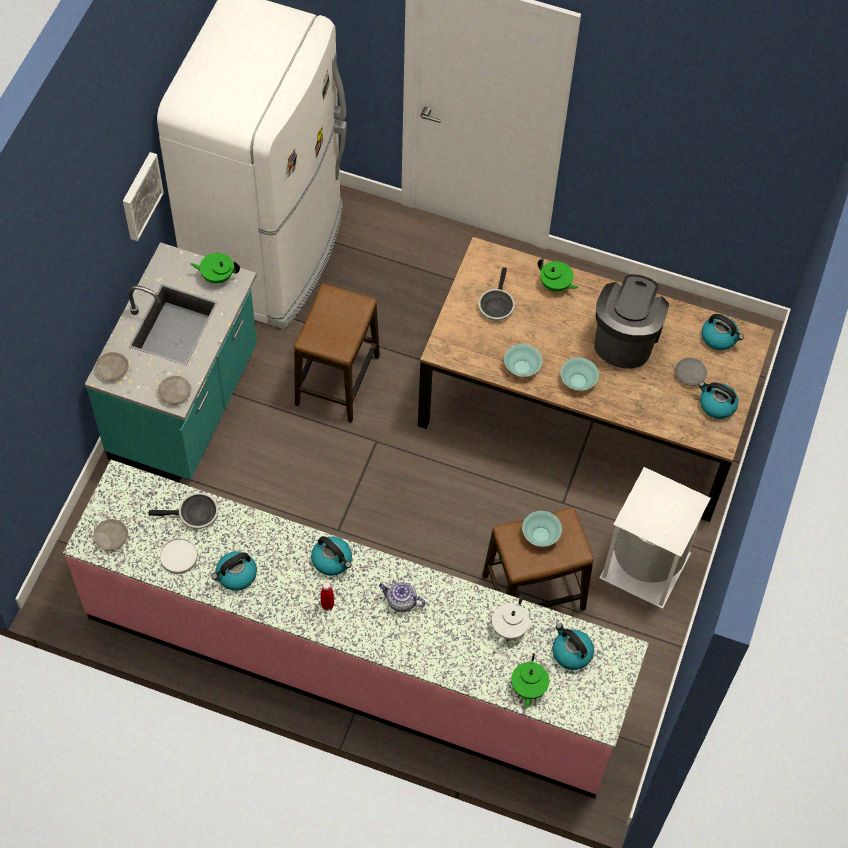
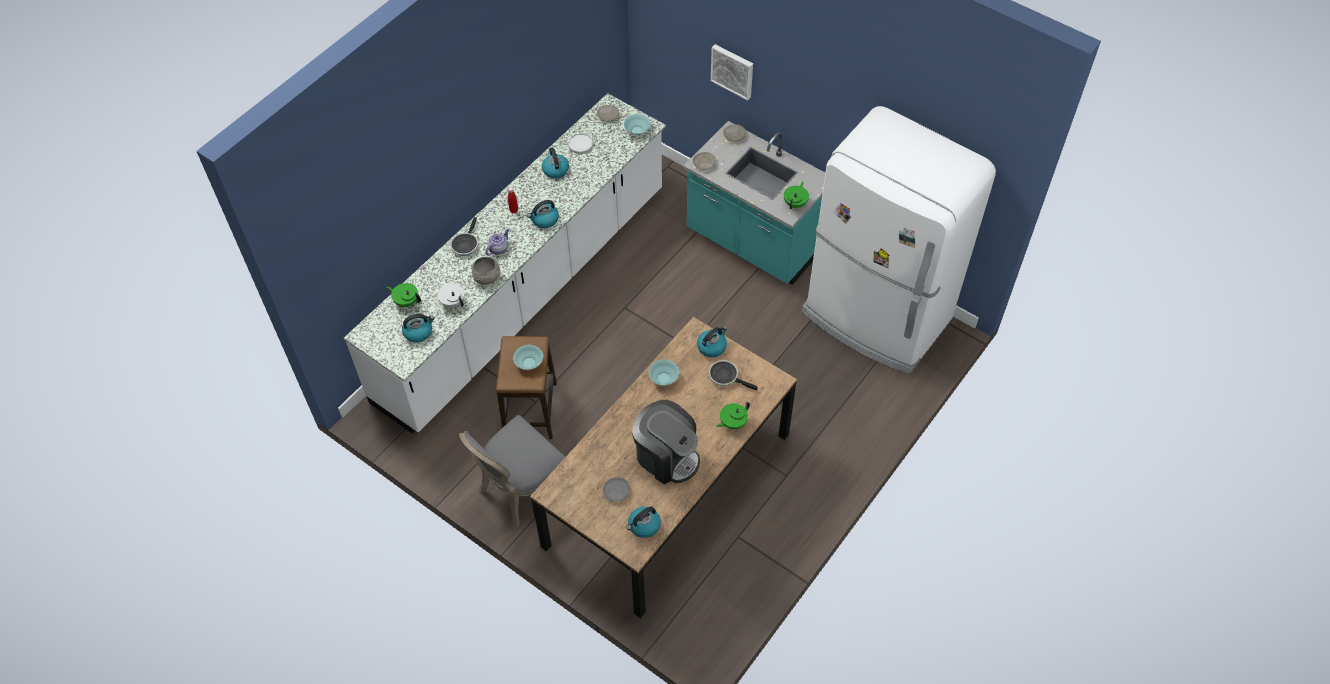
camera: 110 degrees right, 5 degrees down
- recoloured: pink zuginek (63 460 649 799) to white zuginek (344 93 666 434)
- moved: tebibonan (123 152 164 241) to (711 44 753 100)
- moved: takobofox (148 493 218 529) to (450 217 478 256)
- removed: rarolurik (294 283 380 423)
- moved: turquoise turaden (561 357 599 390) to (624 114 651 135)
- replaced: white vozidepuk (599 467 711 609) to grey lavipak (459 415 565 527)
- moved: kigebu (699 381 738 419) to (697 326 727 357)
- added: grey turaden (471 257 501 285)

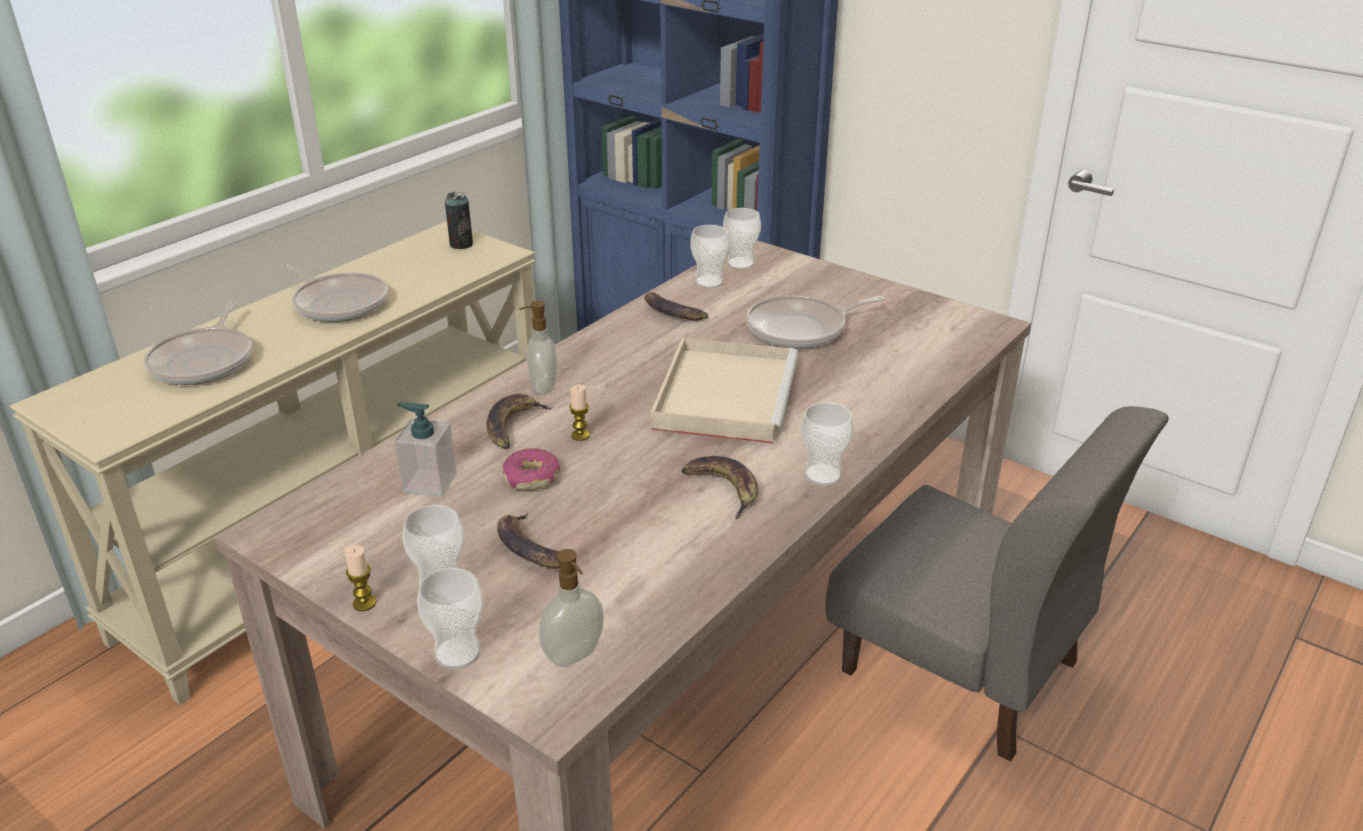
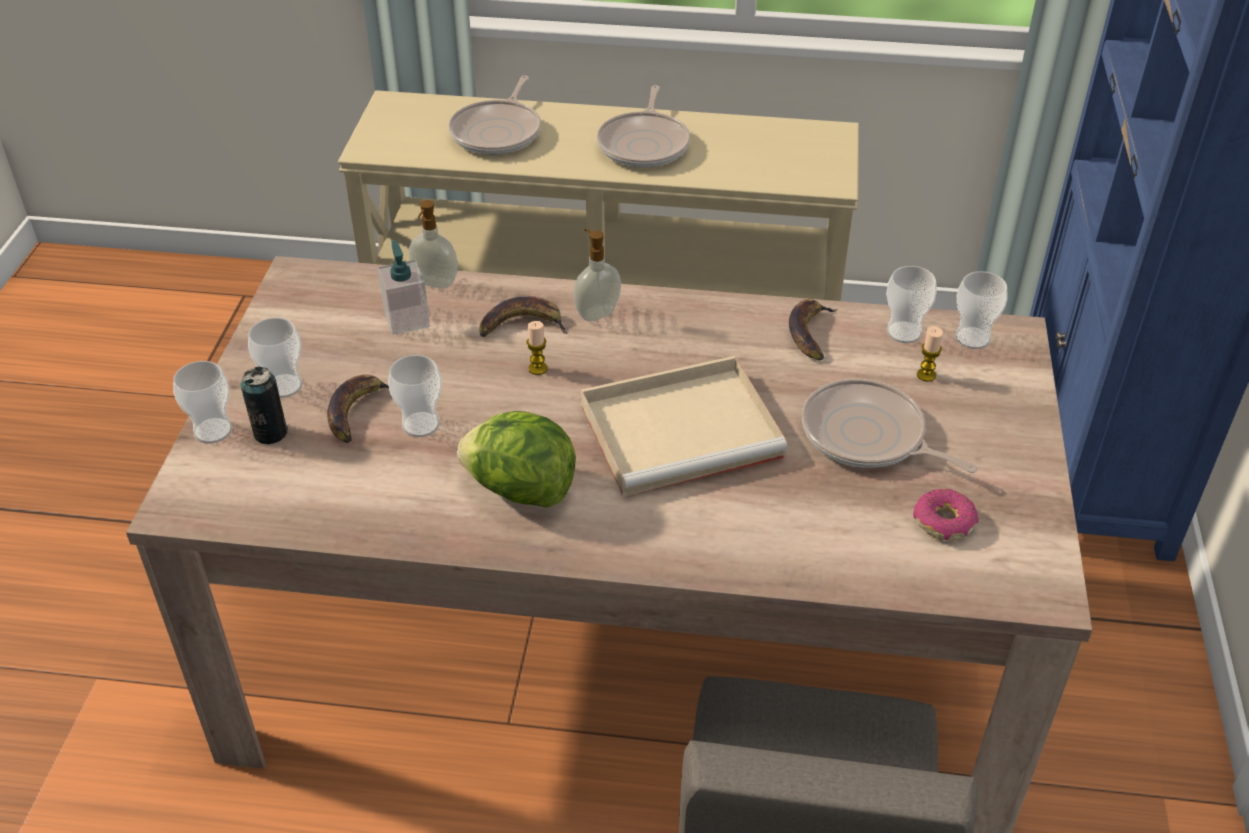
camera: 60 degrees right, 10 degrees up
- turned: takobofox (143 301 252 385) = (448 75 541 155) 45 degrees counterclockwise
- moved: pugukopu (344 545 376 611) to (917 326 943 382)
- moved: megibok (445 192 473 249) to (241 367 288 444)
- moved: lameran (502 448 561 490) to (913 489 979 540)
- moved: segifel (539 549 604 667) to (409 200 458 288)
- replaced: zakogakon (681 456 758 519) to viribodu (457 411 576 508)
- moved: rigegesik (801 402 854 486) to (388 355 442 437)

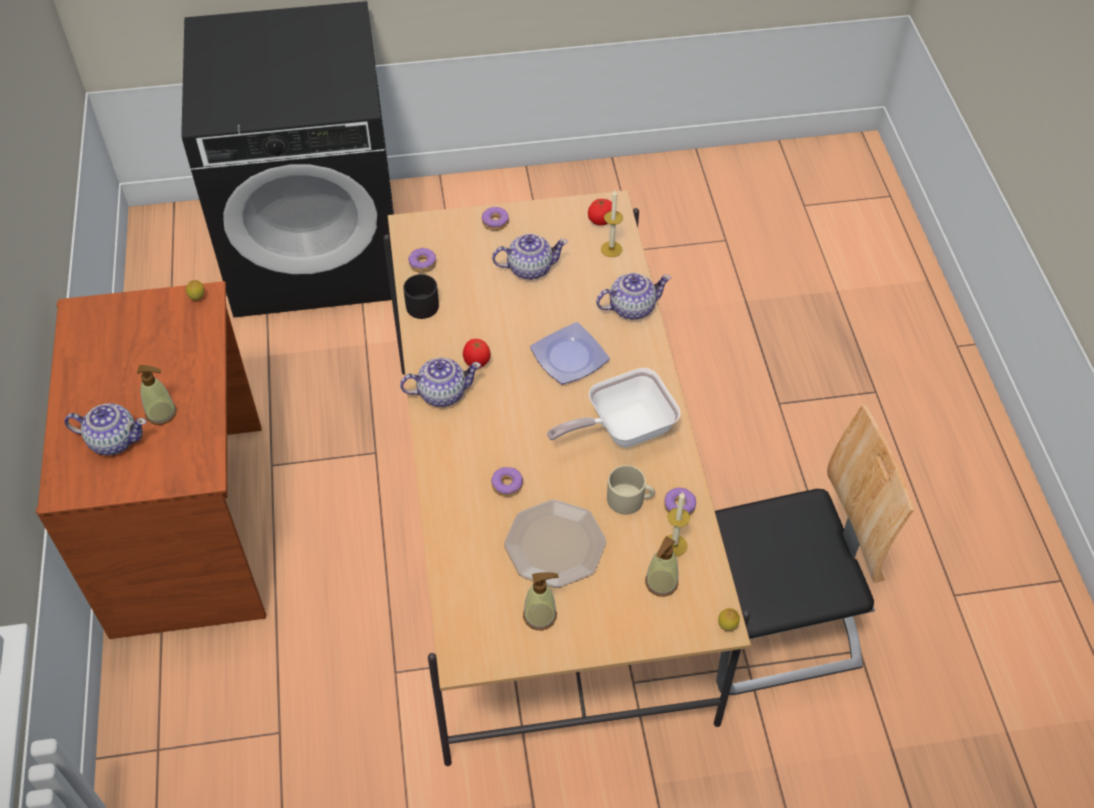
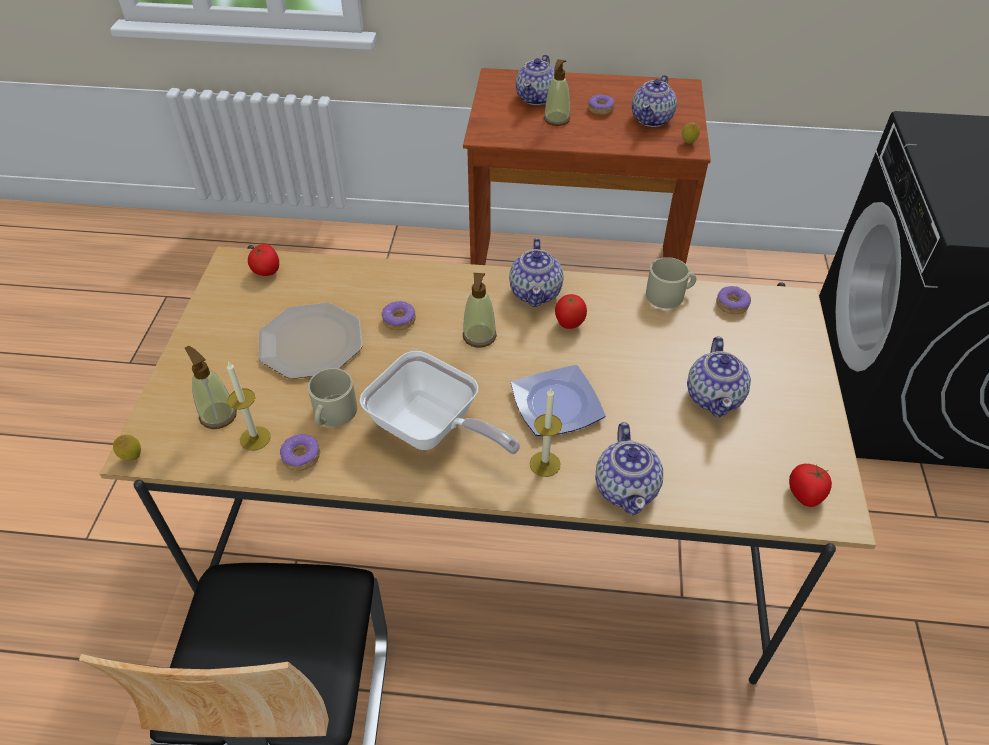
camera: 105 degrees right, 5 degrees down
- recoloured: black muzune (403 274 439 319) to beige muzune (646 257 696 309)
- moved: lameran (482 207 509 231) to (588 95 614 115)
- moved: segifel (523 572 559 630) to (463 273 497 348)
- turned: takobofox (547 368 681 447) = (360 351 520 454) 135 degrees clockwise
- moved: pugukopu (601 190 623 257) to (530 388 562 477)
- added: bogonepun (248 244 279 276)
- added: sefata (632 75 677 127)

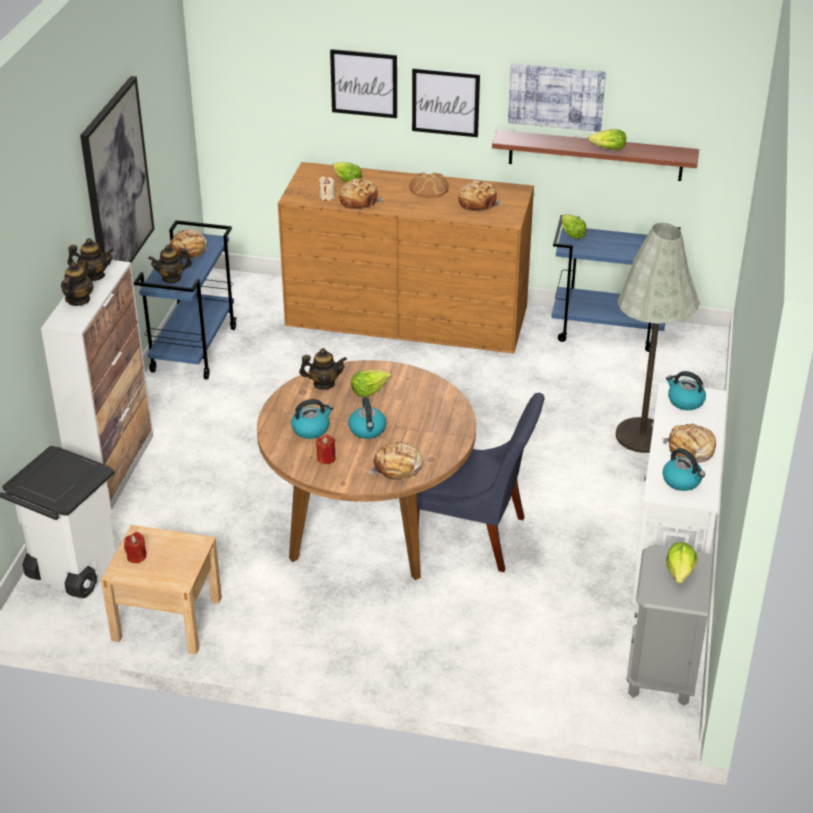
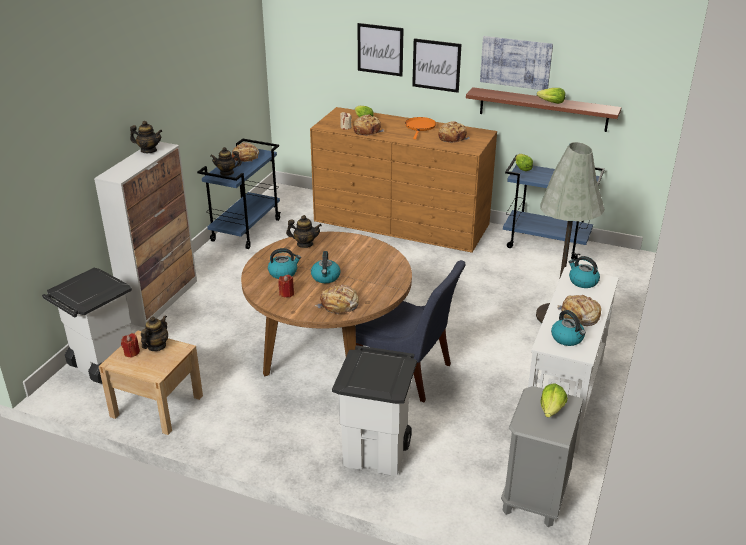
camera: 10 degrees right, 5 degrees down
- moved: sefata (61 261 93 306) to (141 315 168 351)
- removed: tebibonan (80 76 154 263)
- removed: viribodu (351 370 391 397)
- replaced: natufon (409 172 449 198) to orange takobofox (405 117 436 139)
- added: white vozidepuk (332 345 417 475)

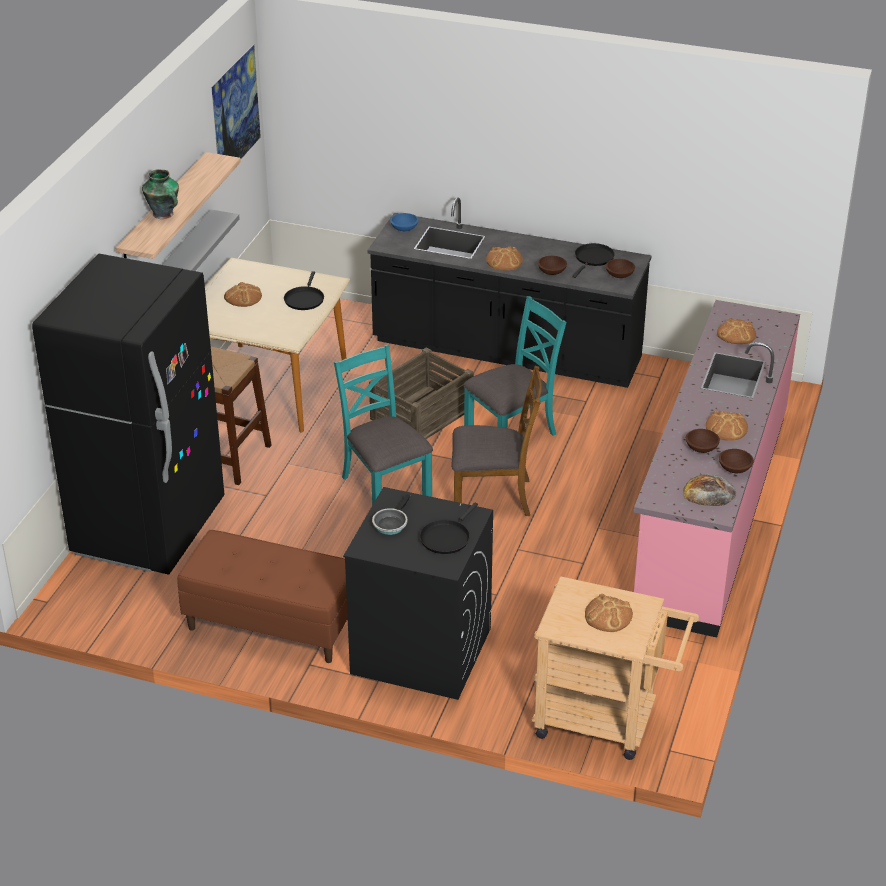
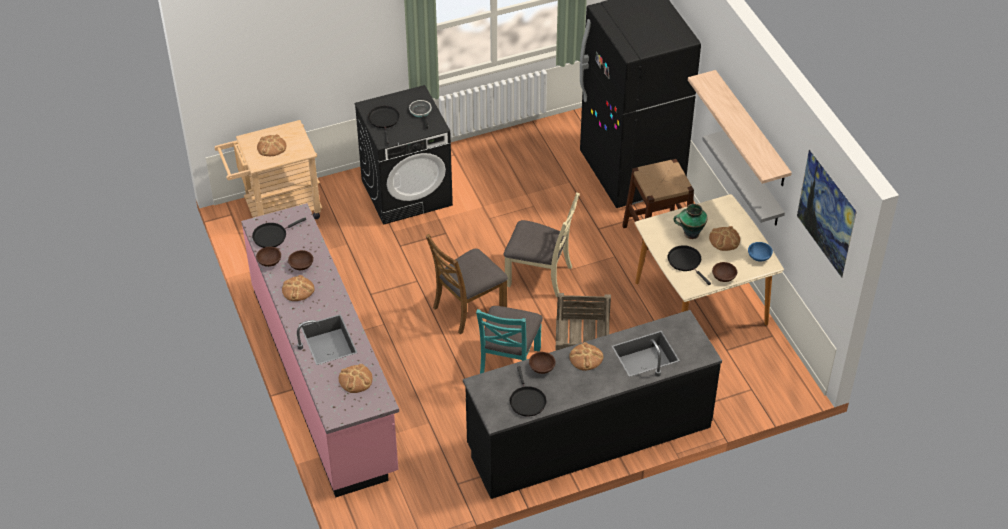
camera: 140 degrees right, 10 degrees up
- moved: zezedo (142 169 179 219) to (673 204 708 239)
- removed: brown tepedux (177 530 348 663)
- recoloured: turquoise lavipak (334 344 433 505) to beige lavipak (504 193 580 297)
- moved: blue turaden (390 213 419 231) to (748 242 773 262)
- moved: brown turaden (606 259 635 278) to (712 262 737 282)
- replaced: natufon (683 474 736 506) to black takobofox (252 218 306 248)

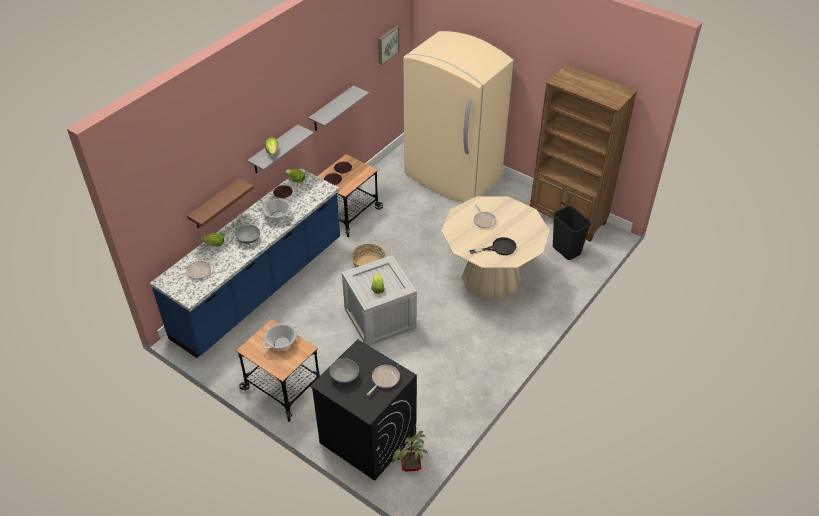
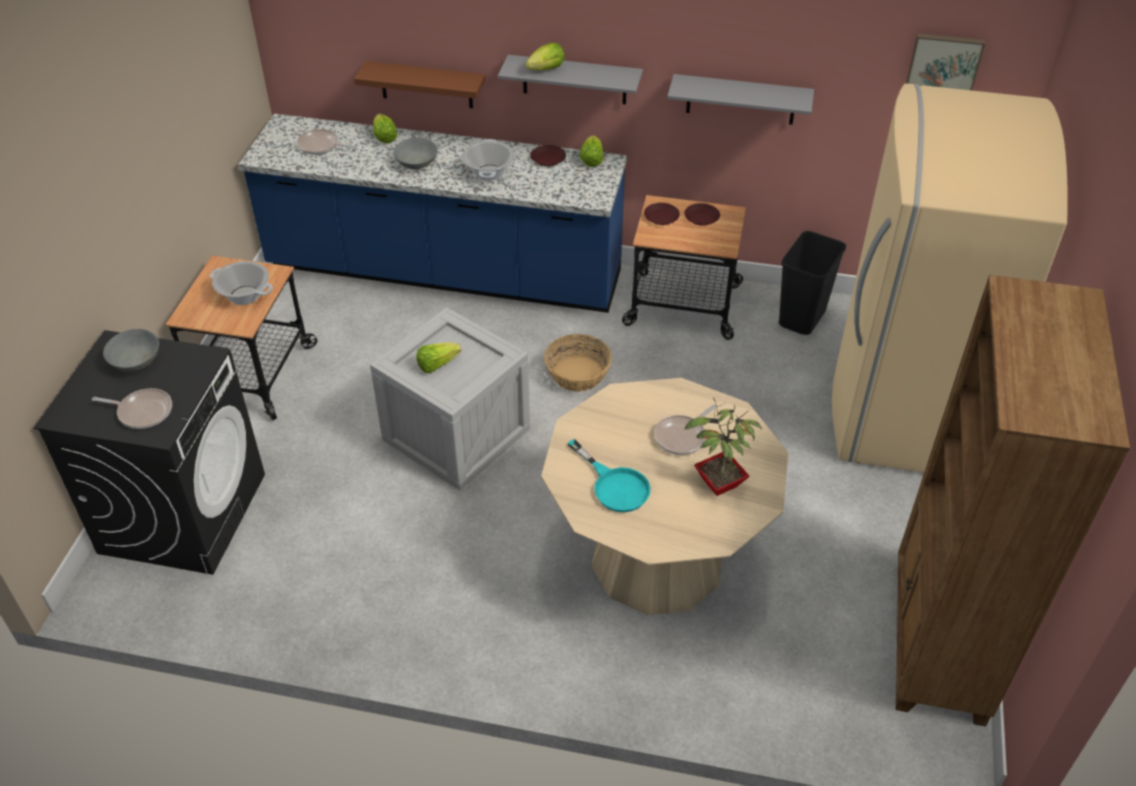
camera: 65 degrees right, 0 degrees up
- moved: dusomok (392 431 428 471) to (684 398 762 496)
- recoloured: black takobofox (469 237 517 255) to turquoise takobofox (568 439 651 512)
- moved: black vozidepuk (553 206 591 260) to (779 231 846 335)

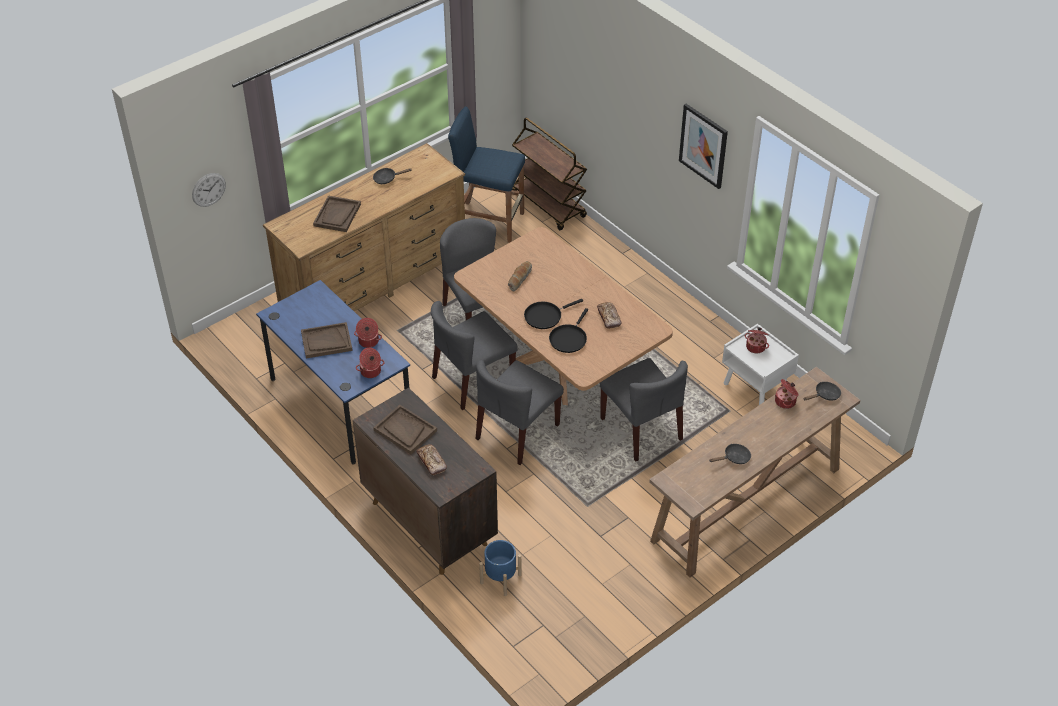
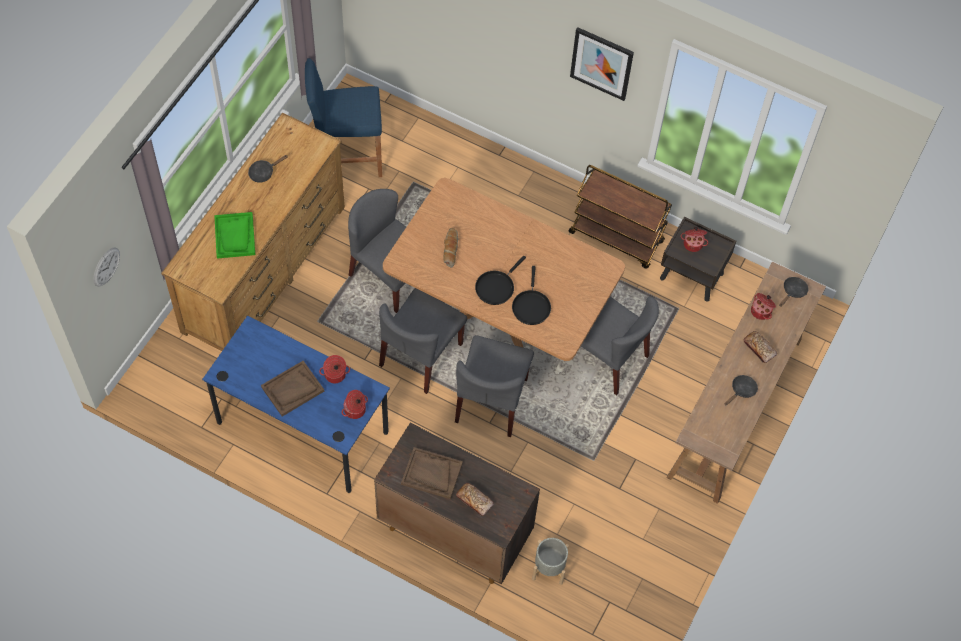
camera: 25 degrees left, 15 degrees up
- recoloured: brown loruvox (313 196 361 232) to green loruvox (214 212 255 259)
- recoloured: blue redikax (479 540 521 596) to grey redikax (532 538 569 585)
- moved: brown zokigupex (512 118 587 230) to (569 165 672 269)
- moved: natufon (597 302 622 329) to (744 331 777 363)
- recoloured: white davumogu (722 323 799 405) to brown davumogu (660 217 736 302)

